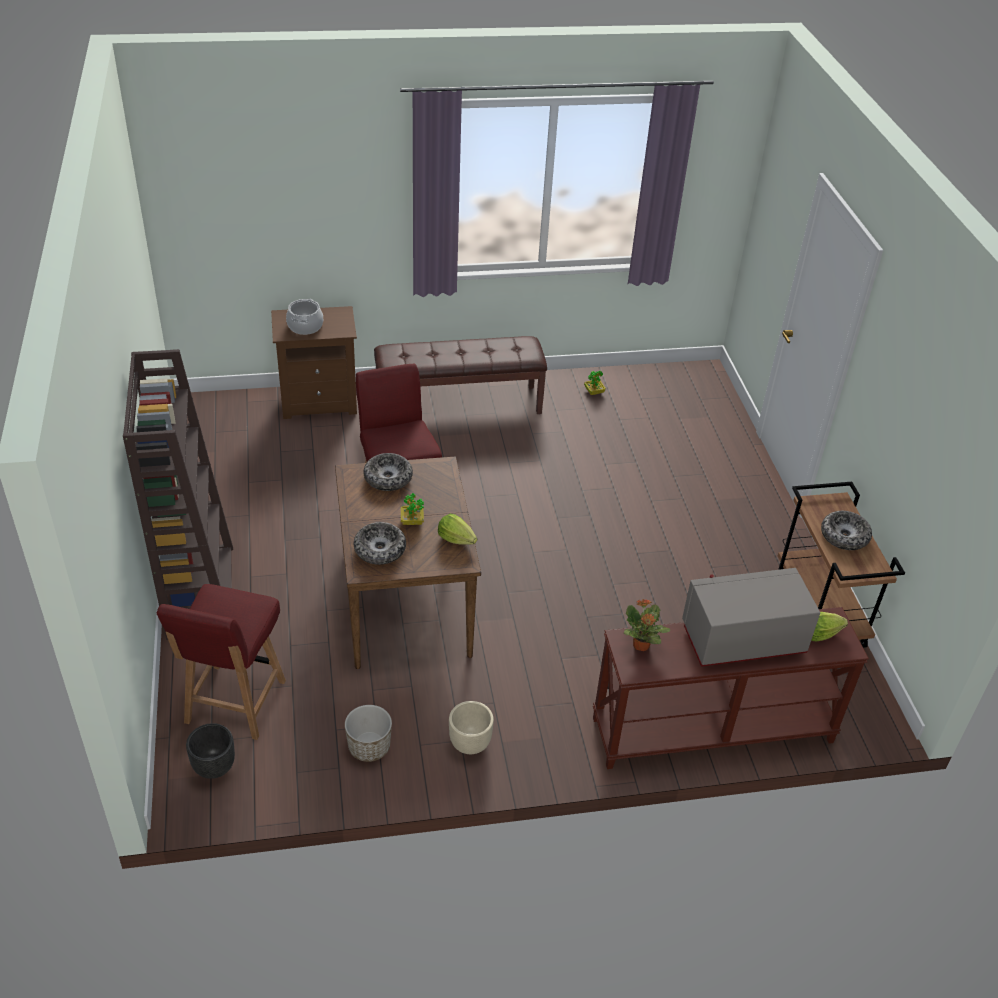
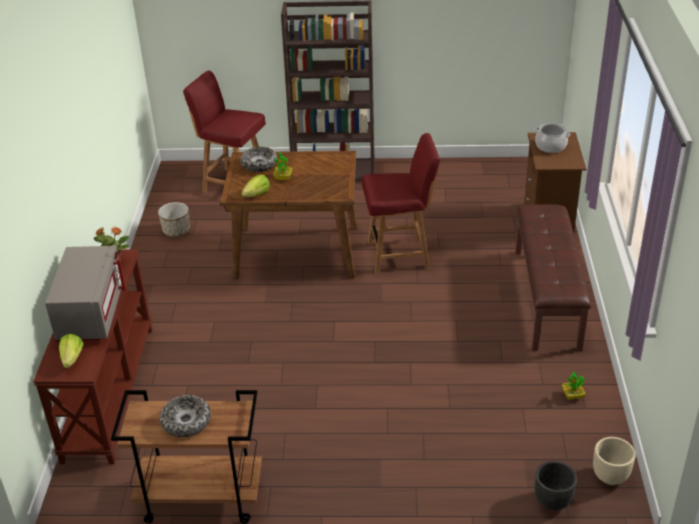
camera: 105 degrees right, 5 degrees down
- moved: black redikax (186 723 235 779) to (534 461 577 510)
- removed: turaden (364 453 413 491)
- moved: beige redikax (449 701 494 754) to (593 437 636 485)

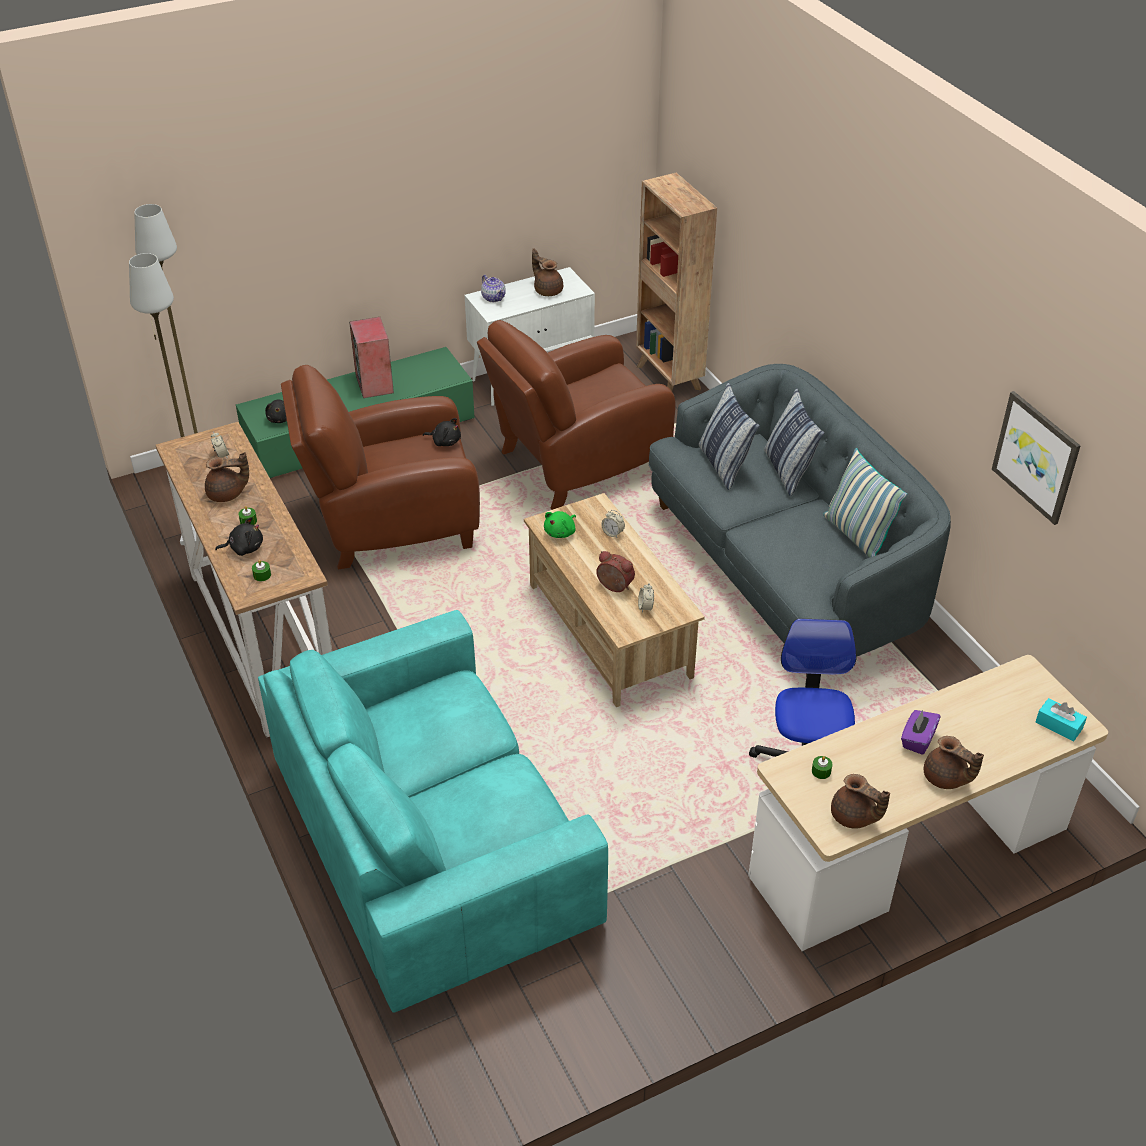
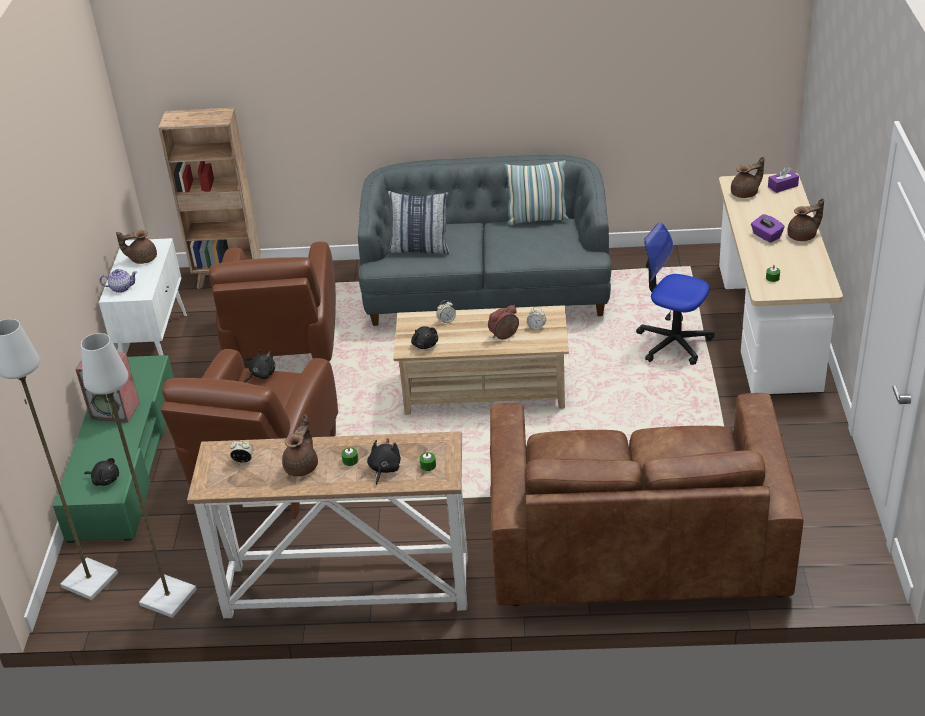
camera: 60 degrees left, 5 degrees down
- recoloured: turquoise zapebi (258 610 608 1013) to brown zapebi (490 393 804 606)
- recoloured: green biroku (544 511 576 538) to black biroku (411 326 438 349)
- removed: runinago (764 388 824 496)
- moved: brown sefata (831 774 890 829) to (731 157 764 198)
- removed: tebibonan (992 391 1081 525)
- recoloured: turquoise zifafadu (1036 698 1087 742) to purple zifafadu (768 167 799 193)

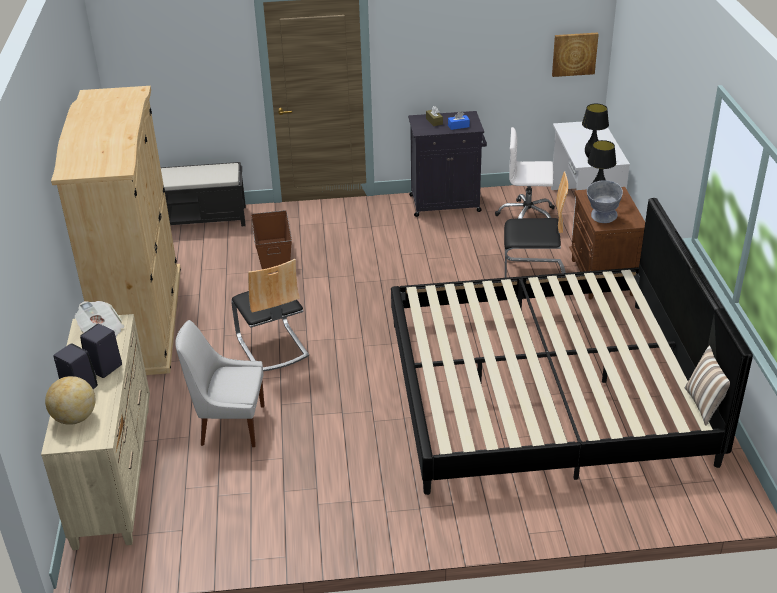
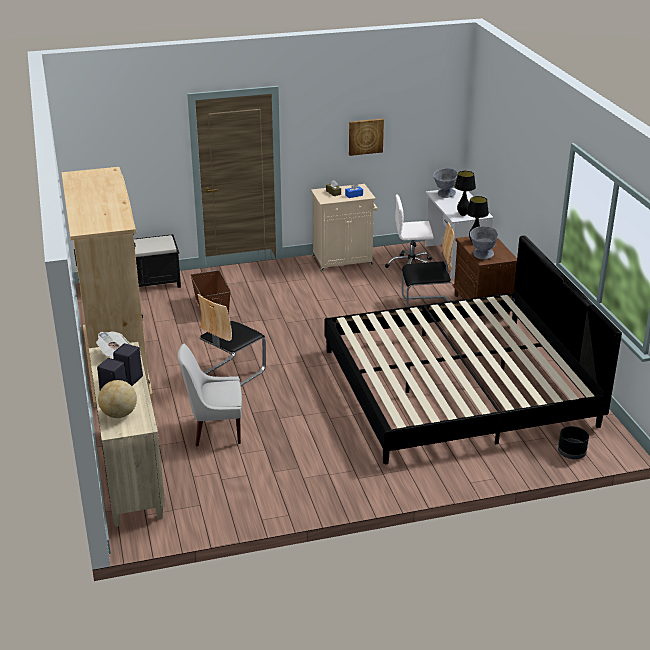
camera: 10 degrees left, 5 degrees down
- turned: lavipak (231 259 309 371) = (197 294 266 386) 75 degrees clockwise
- recoloured: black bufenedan (408 111 487 217) to beige bufenedan (311 184 378 272)
- moved: tebibonan (552 32 599 77) to (349 119 384 156)
- removed: runinago (685 345 730 426)
- added: grey turaden (433 168 458 198)
- added: black redikax (558 426 589 459)

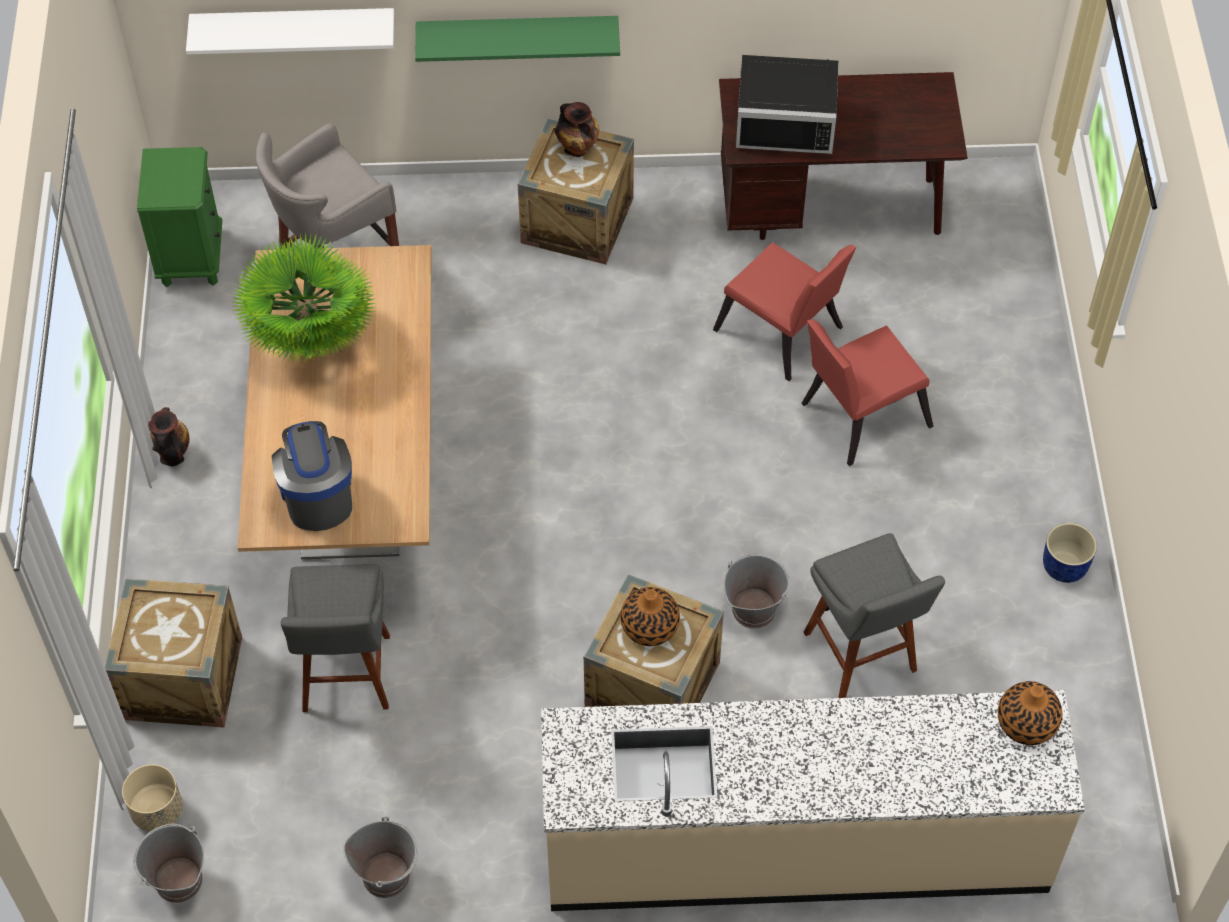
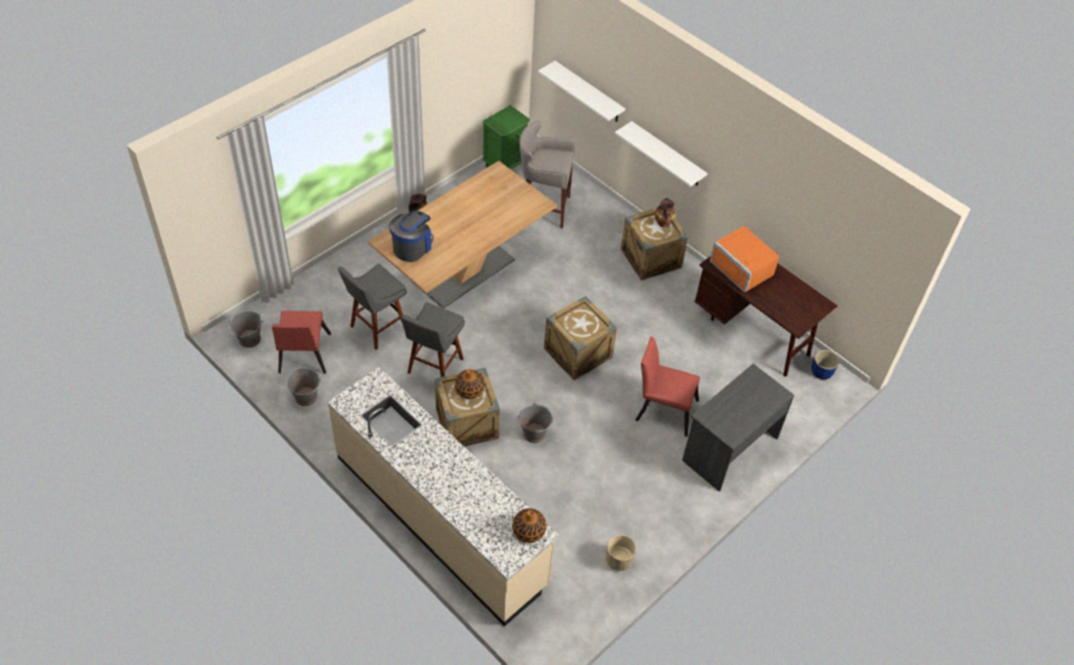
camera: 45 degrees right, 5 degrees down
- moved: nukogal (105 578 242 728) to (544 296 617 380)
- moved: beige redikax (122 765 183 831) to (606 535 636 571)
- removed: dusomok (231 232 376 363)
- recoloured: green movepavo (415 16 620 62) to white movepavo (615 121 708 187)
- moved: red lavipak (713 242 857 381) to (272 311 331 374)
- recoloured: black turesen (736 55 839 154) to orange turesen (710 226 780 293)
- moved: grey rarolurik (803 533 945 698) to (401 302 465 377)
- moved: blue redikax (1043 523 1097 583) to (811 350 839 380)
- added: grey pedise (682 364 795 492)

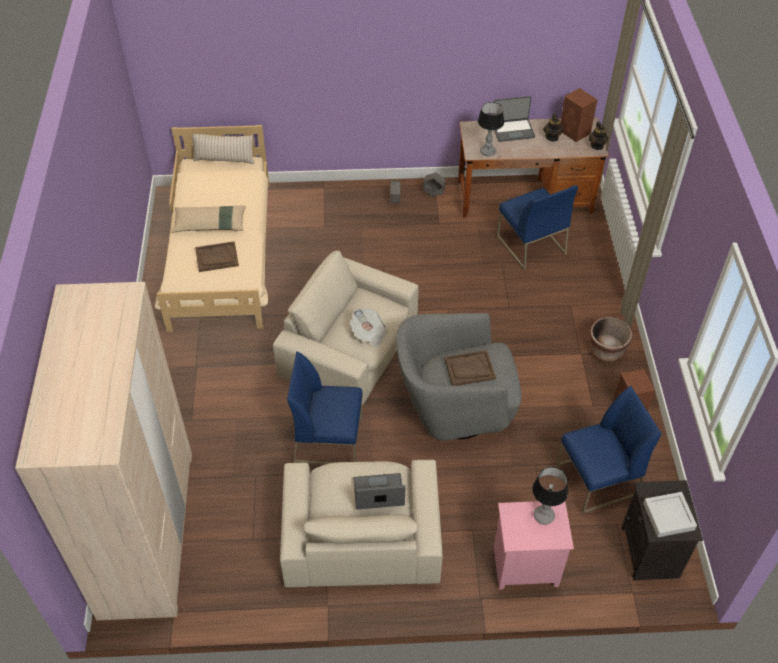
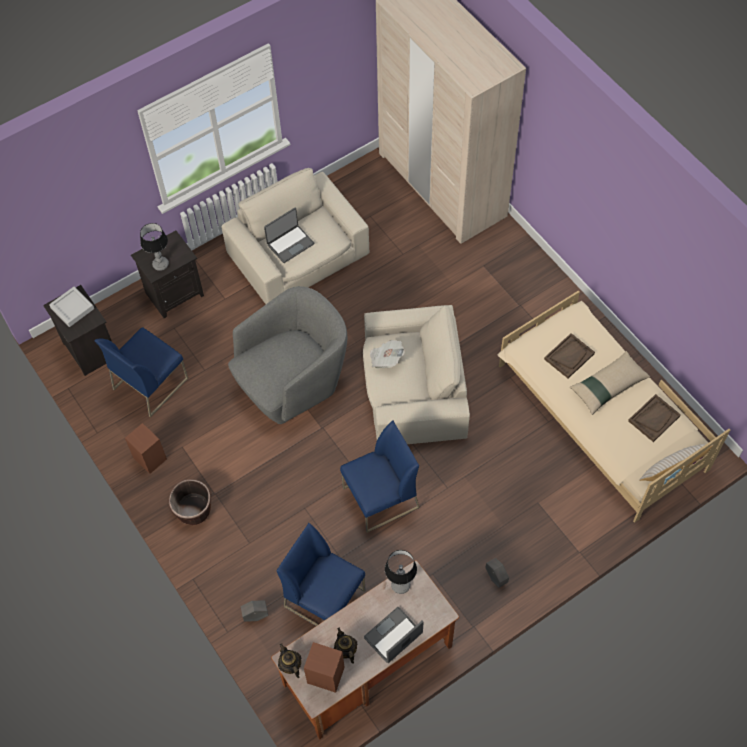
camera: 150 degrees right, 10 degrees up
- moved: blue lavipak (287 352 363 465) to (340 420 420 533)
- moved: grey redikax (423 172 446 197) to (241 601 269 622)
- moved: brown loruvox (444 350 496 386) to (628 394 681 442)
- recoloured: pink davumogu (494 501 574 590) to black davumogu (131 230 204 318)

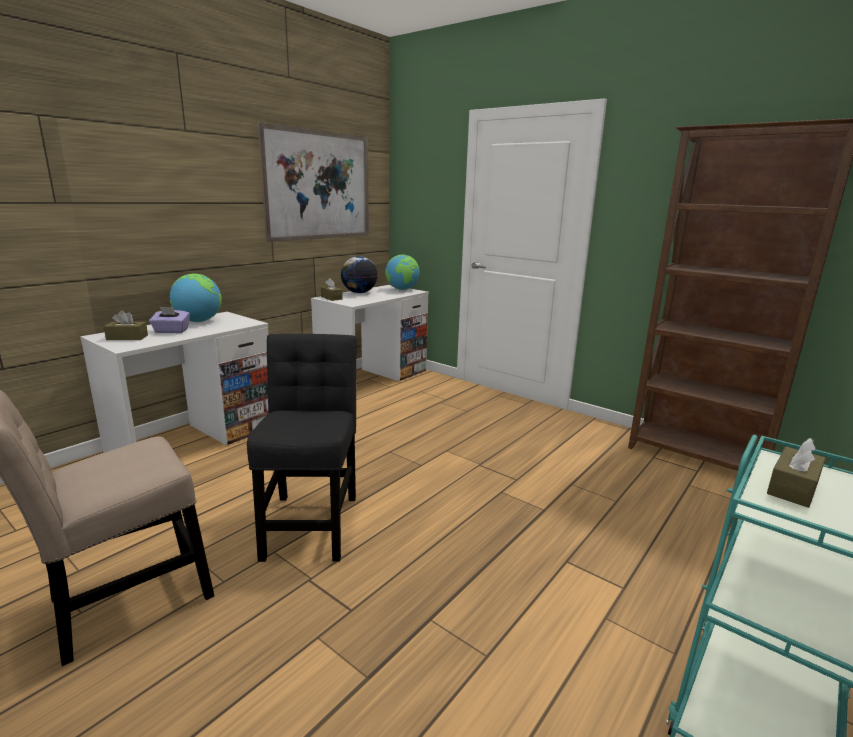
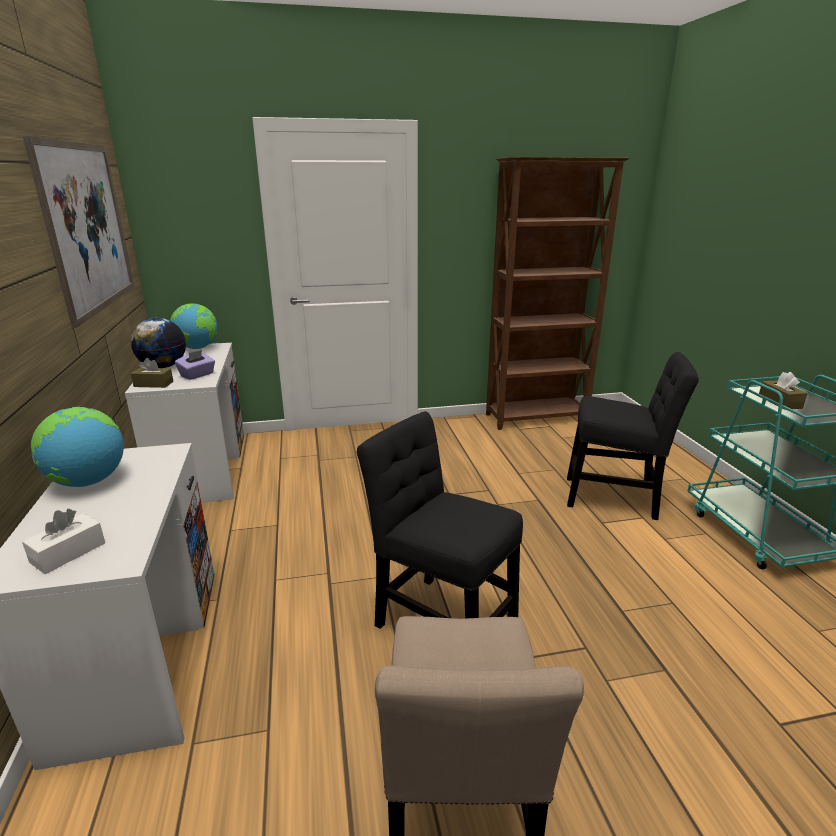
camera: 50 degrees left, 5 degrees up
- recoloured: brown zifafadu (104 310 148 340) to white zifafadu (22 509 105 574)
- moved: purple zifafadu (149 307 190 333) to (175 350 215 380)
- added: black lavipak (567 352 699 520)

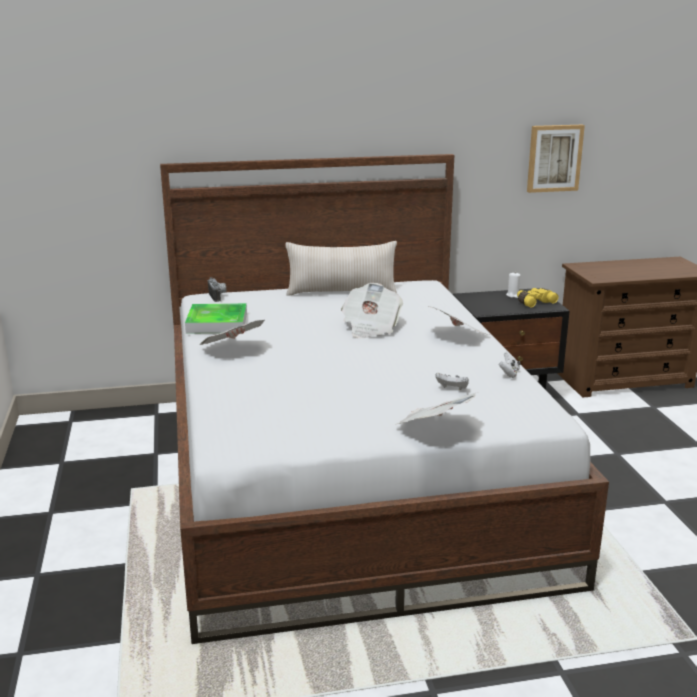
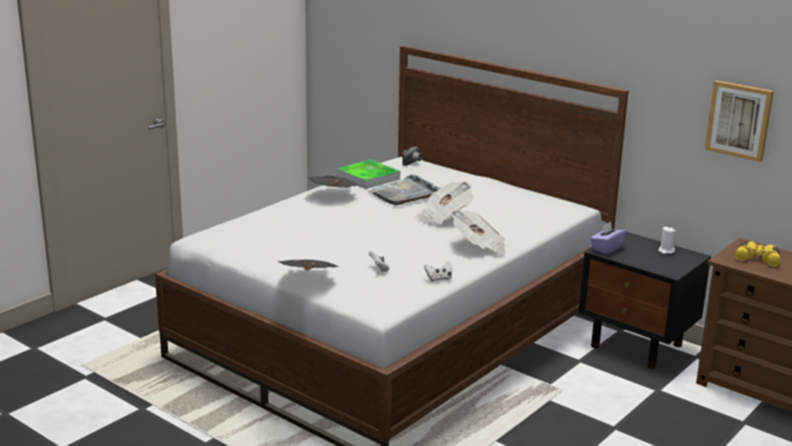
camera: 50 degrees right, 0 degrees up
- removed: beige runinago (285 241 397 296)
- moved: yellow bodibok (517 288 559 307) to (735 241 780 266)
- added: grey loruvox (368 174 440 205)
- added: purple zifafadu (590 222 626 255)

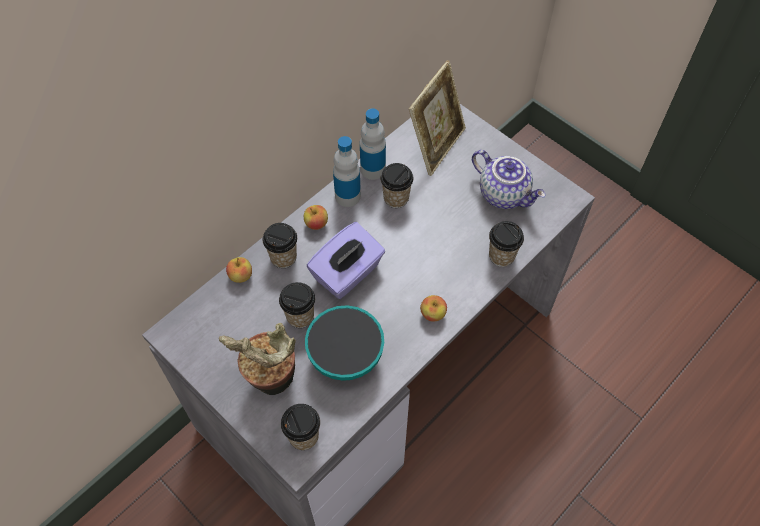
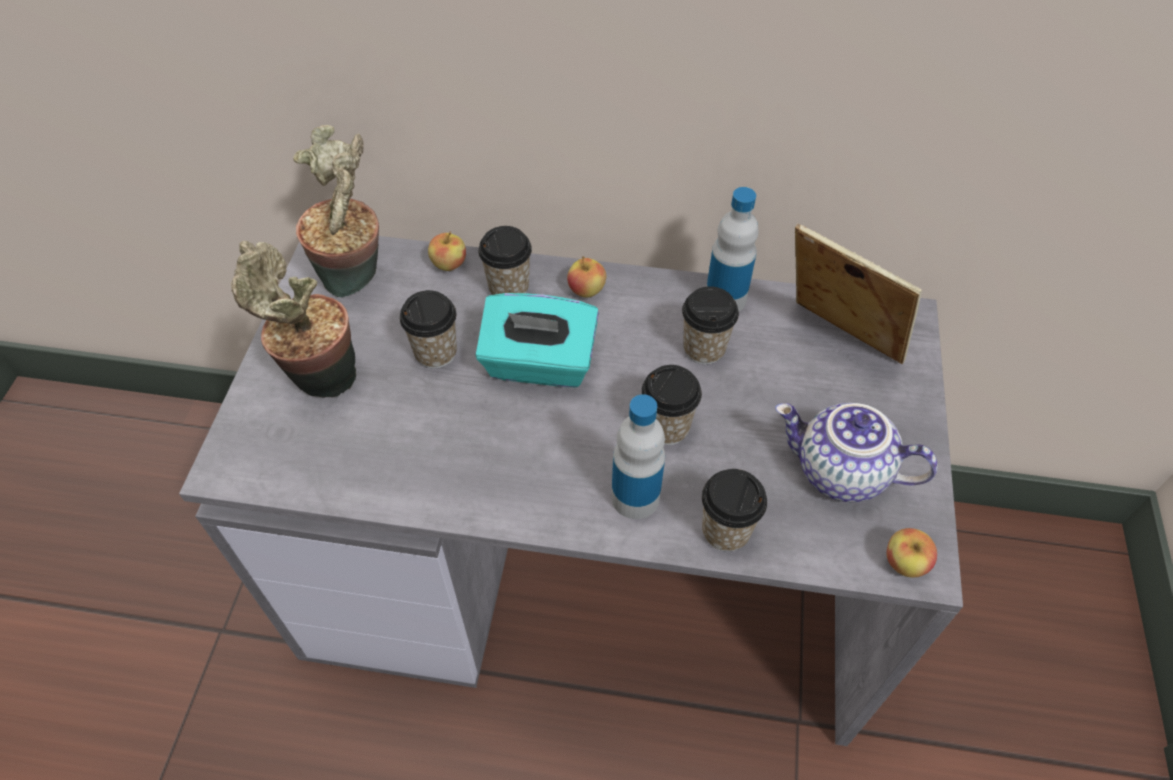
camera: 55 degrees right, 5 degrees down
- moved: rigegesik (281 404 320 450) to (641 365 702 445)
- removed: turaden (305 305 384 381)
- recoloured: purple zifafadu (307 222 385 299) to turquoise zifafadu (475 293 599 387)
- moved: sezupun (333 136 361 207) to (611 394 665 519)
- turned: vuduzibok (409 60 466 176) = (795 224 922 364) 135 degrees counterclockwise
- moved: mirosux (420 295 447 322) to (887 528 937 577)
- turned: sefata (472 150 546 209) = (775 403 938 502) 105 degrees clockwise
- added: dusomok (293 125 379 298)

